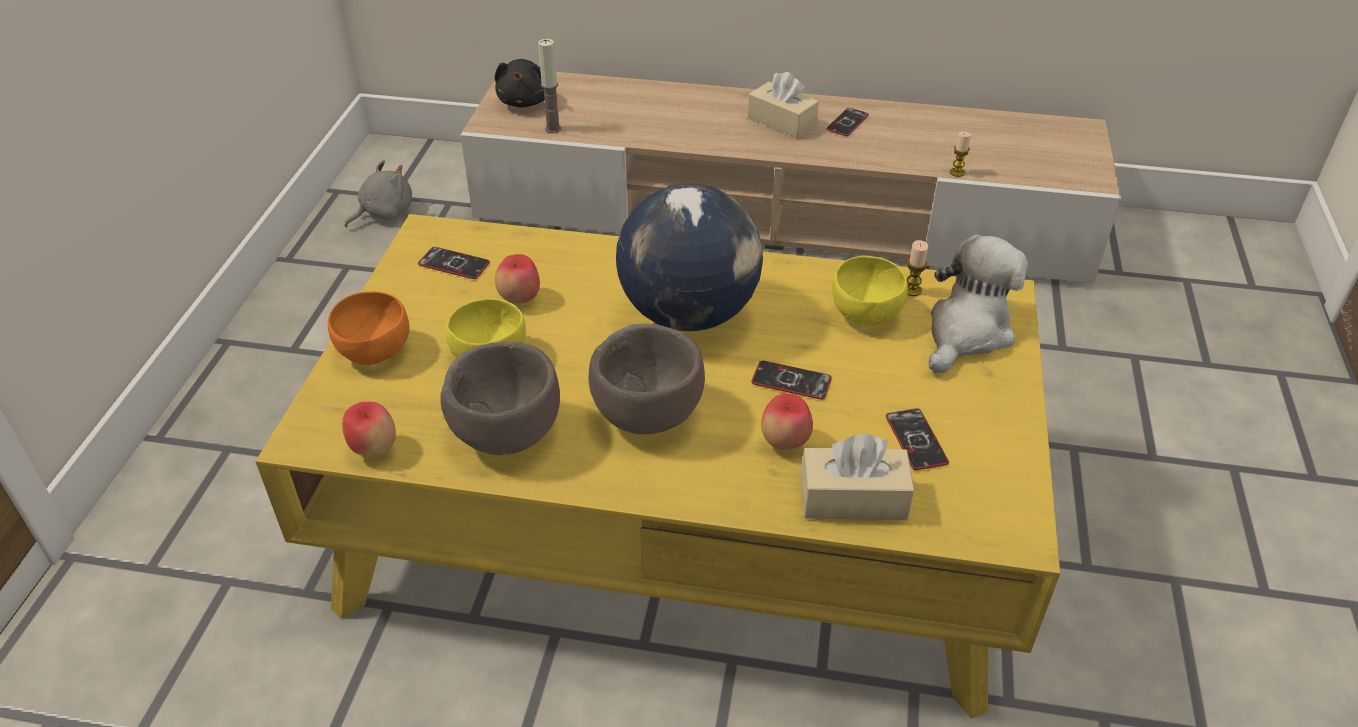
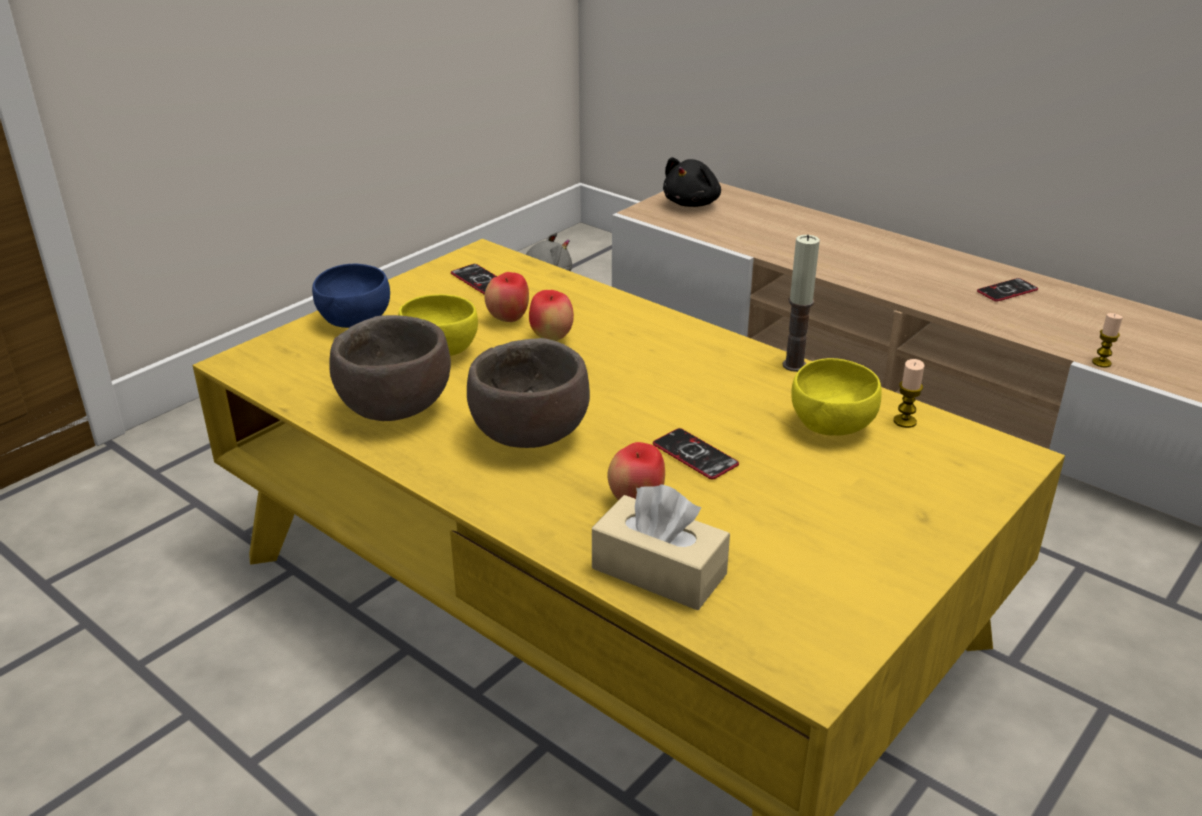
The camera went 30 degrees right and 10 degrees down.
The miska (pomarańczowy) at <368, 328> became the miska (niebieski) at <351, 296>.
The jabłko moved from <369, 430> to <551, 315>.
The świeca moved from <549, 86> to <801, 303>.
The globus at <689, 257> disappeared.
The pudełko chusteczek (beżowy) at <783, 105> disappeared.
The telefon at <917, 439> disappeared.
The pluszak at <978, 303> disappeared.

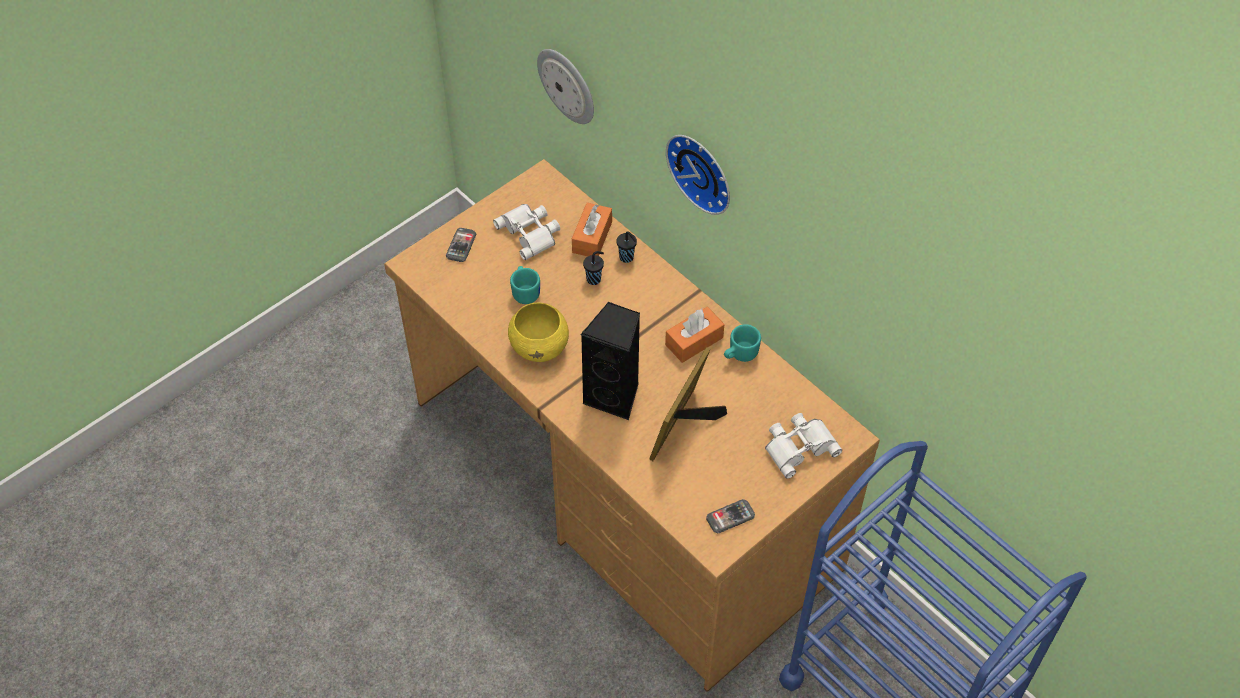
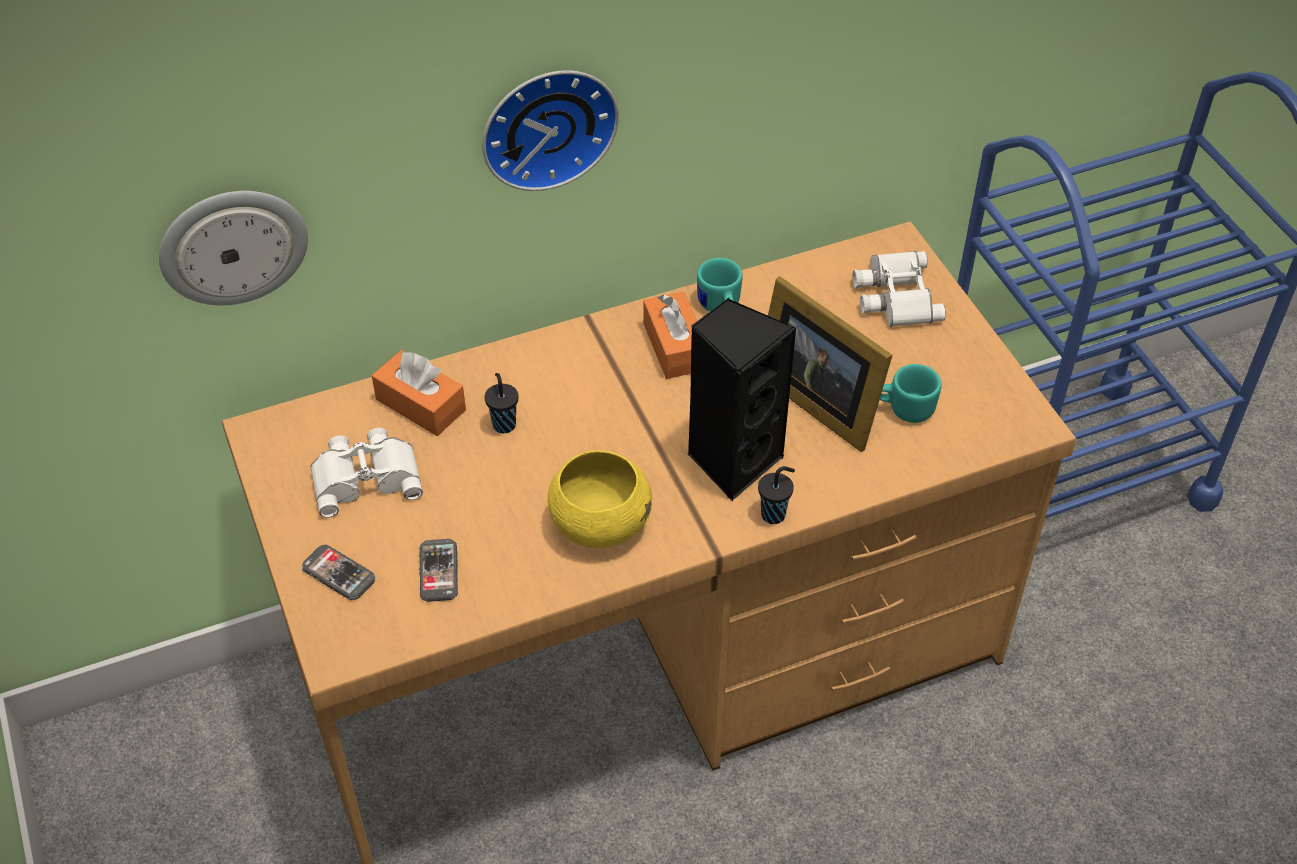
The camera went 70 degrees left and 5 degrees down.
The kubek (turkusowy) moved from <525, 285> to <911, 393>.
The filiżanka (czarny) moved from <626, 247> to <776, 495>.
The telefon moved from <730, 516> to <438, 570>.

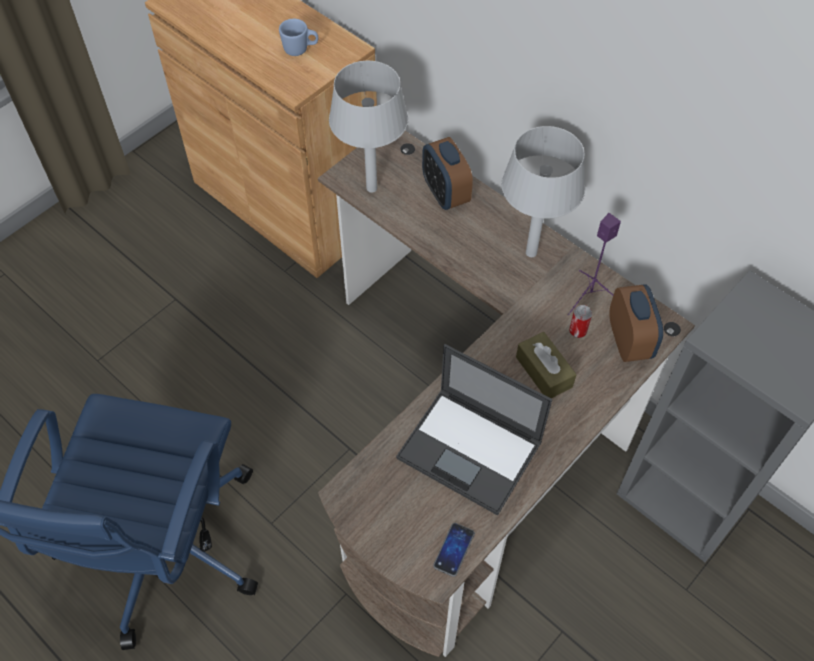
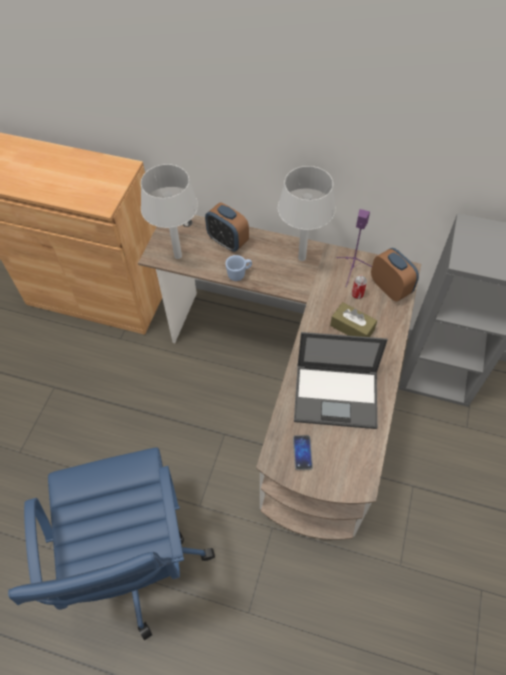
The camera went 25 degrees left and 0 degrees up.
The kubek (niebieski) moved from <298, 37> to <238, 268>.
The telefon moved from <454, 550> to <303, 452>.

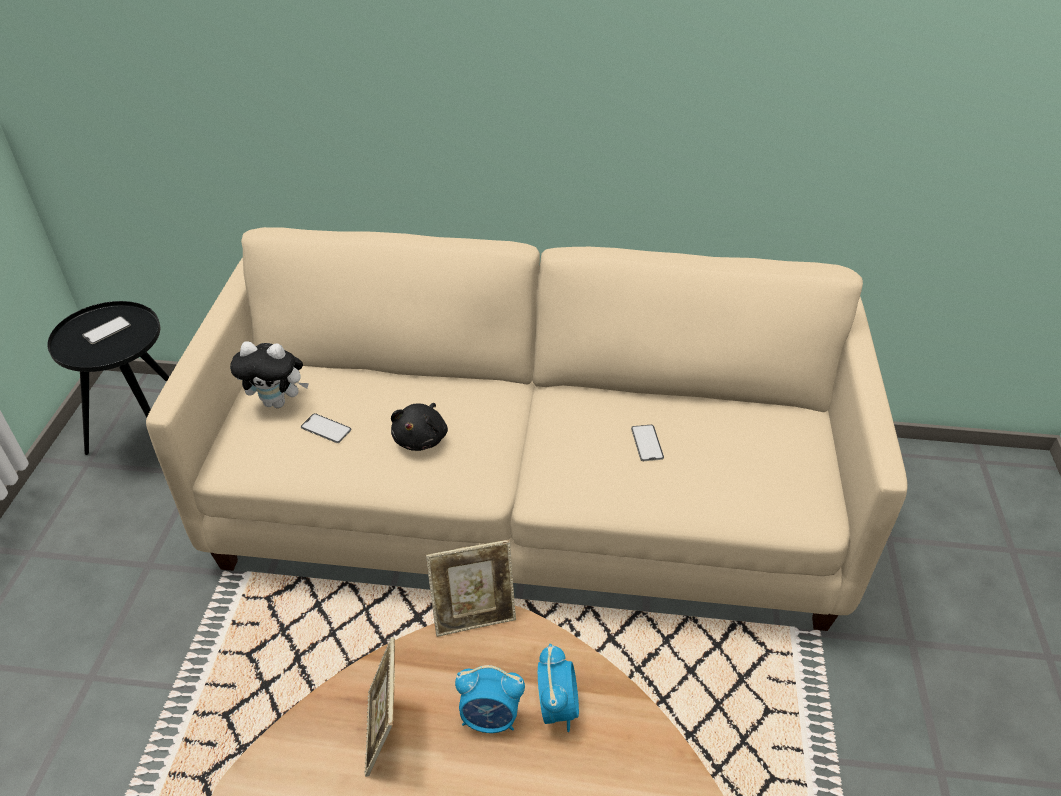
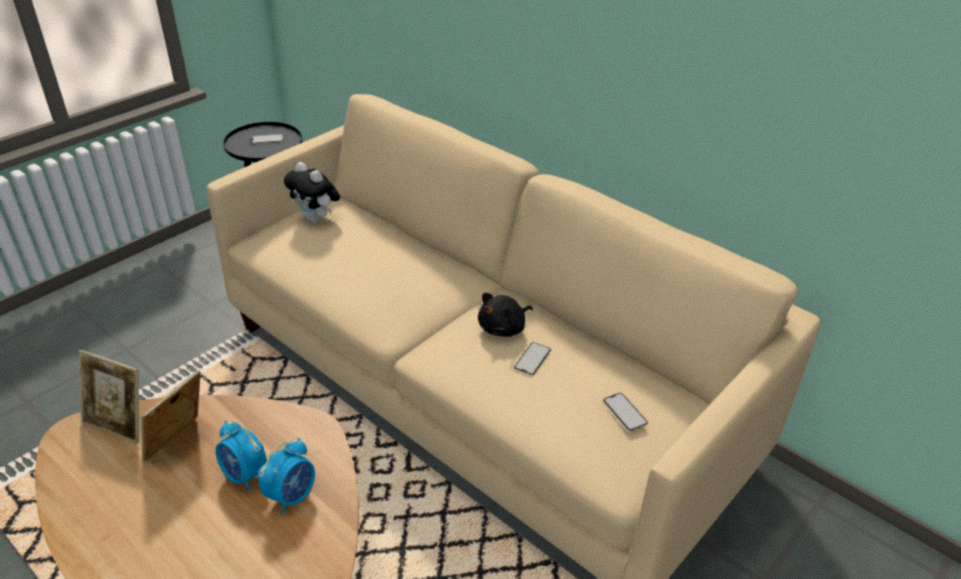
The camera went 35 degrees right and 5 degrees down.
The telefon moved from <326, 428> to <625, 412>.
The pluszak (czarny) moved from <419, 427> to <505, 315>.
The ramka na zdjęcie moved from <471, 588> to <109, 396>.

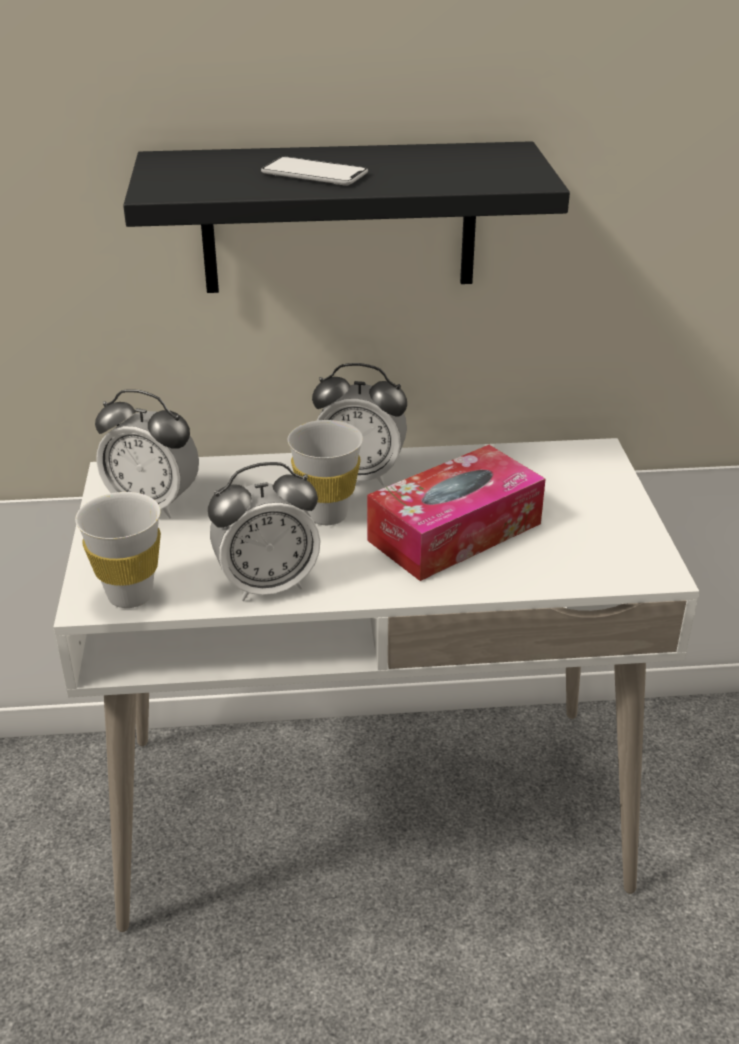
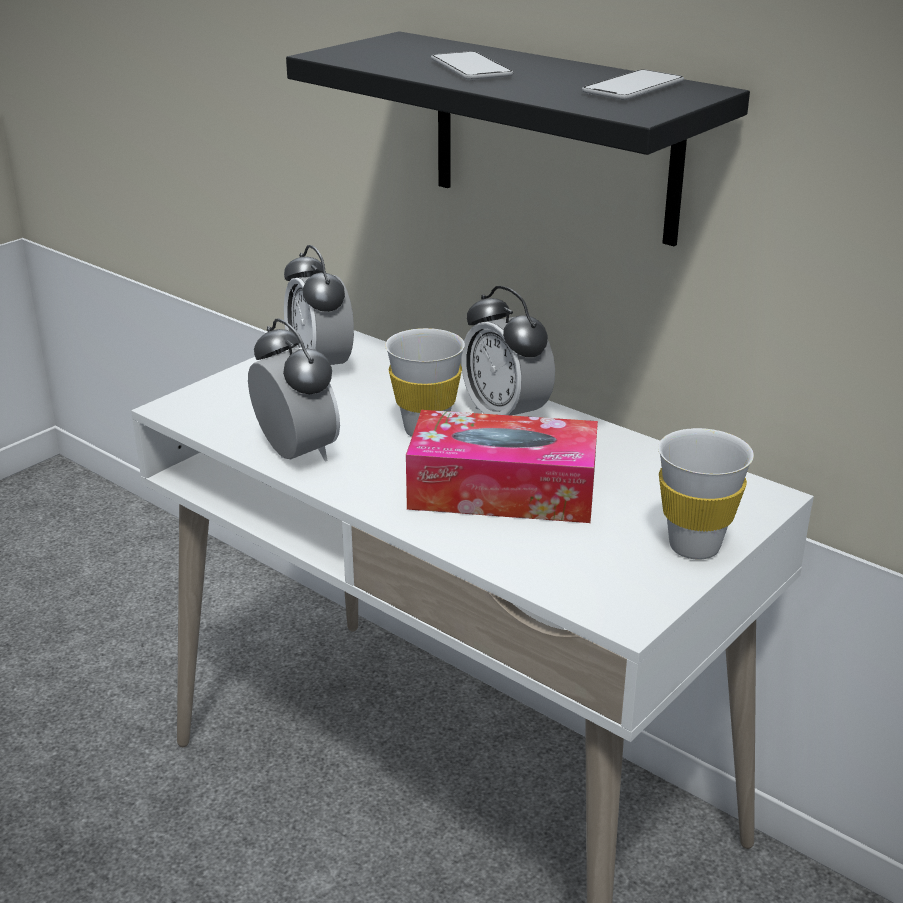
The camera went 45 degrees right and 5 degrees down.
The filiżanka (biały) moved from <118, 550> to <706, 494>.
The budzik at <264, 531> turned 150 degrees counterclockwise.
The telefon at <633, 84> appeared.

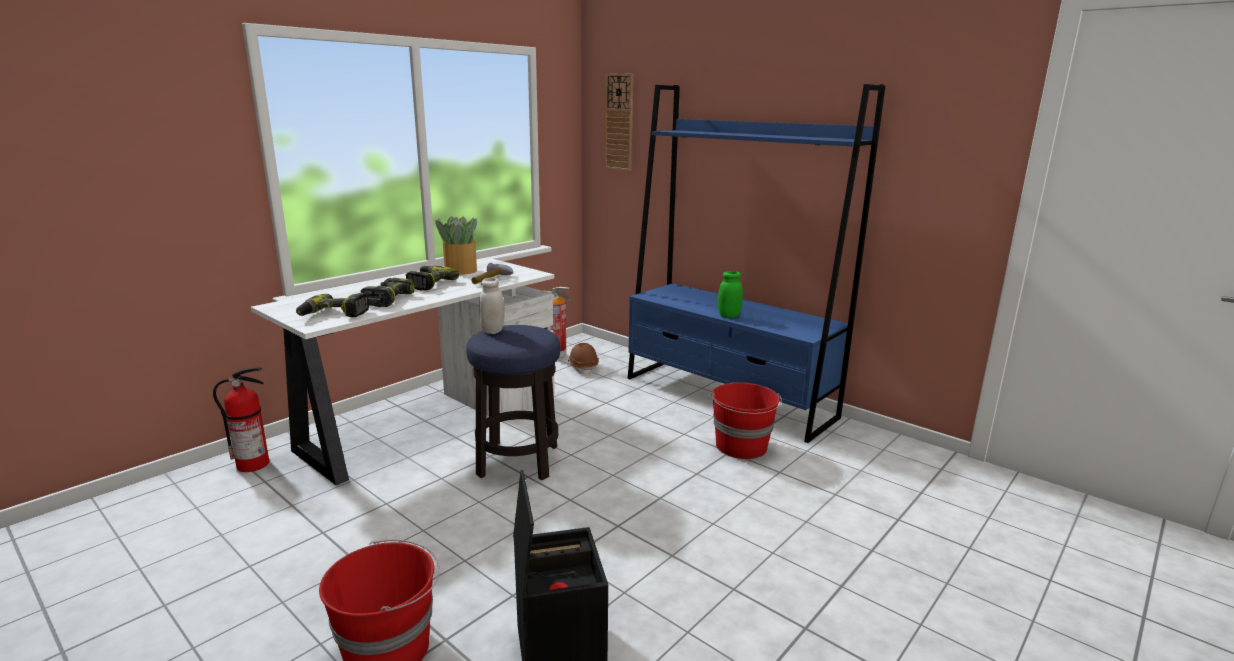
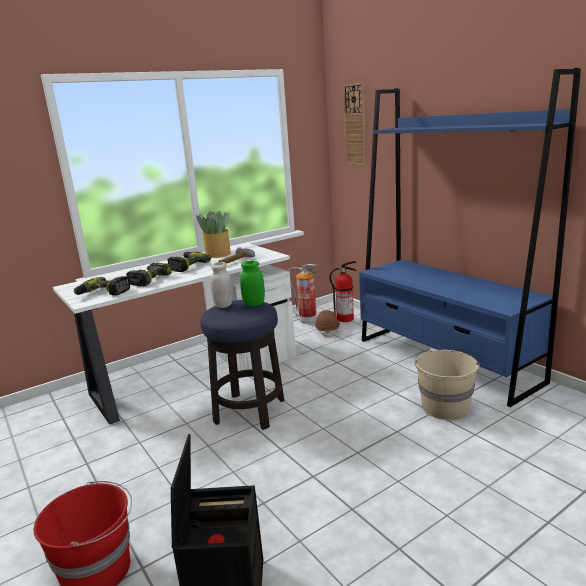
The camera went 15 degrees right and 0 degrees up.
The gaśnica moved from <241, 419> to <343, 291>.
The wiadro (czerwony) at <747, 420> became the wiadro (beżowy) at <447, 385>.
The słoik (zielony) moved from <730, 294> to <252, 283>.

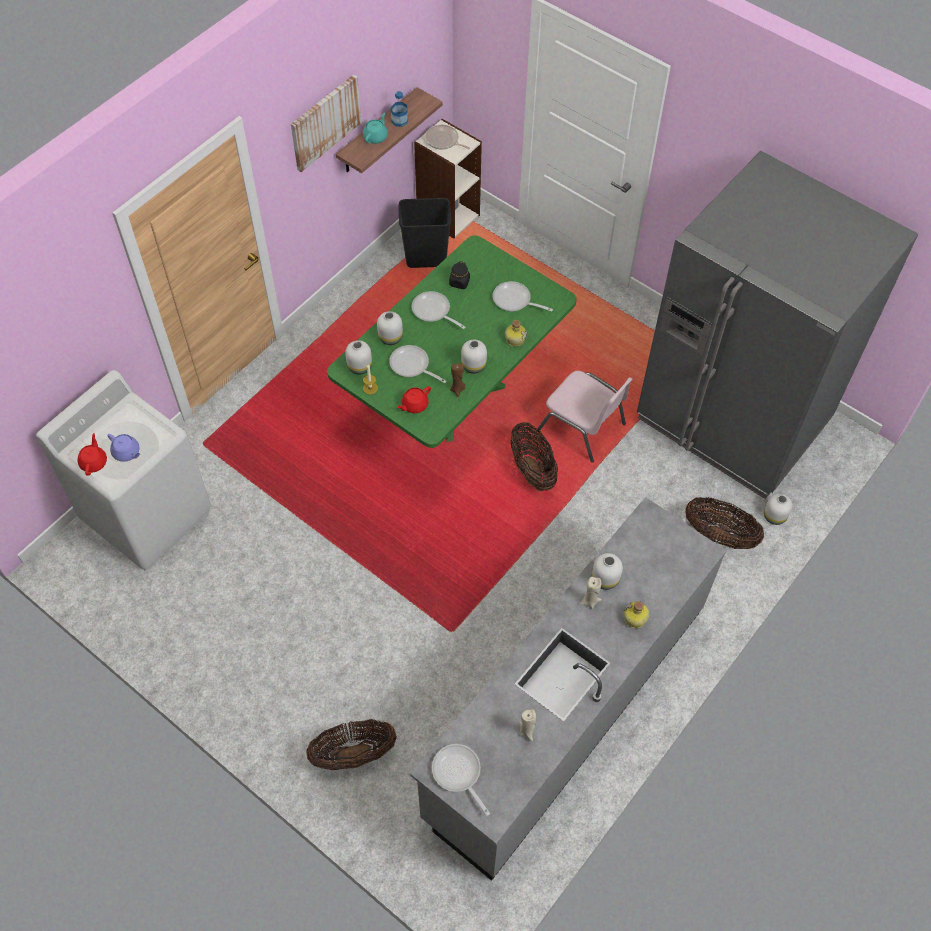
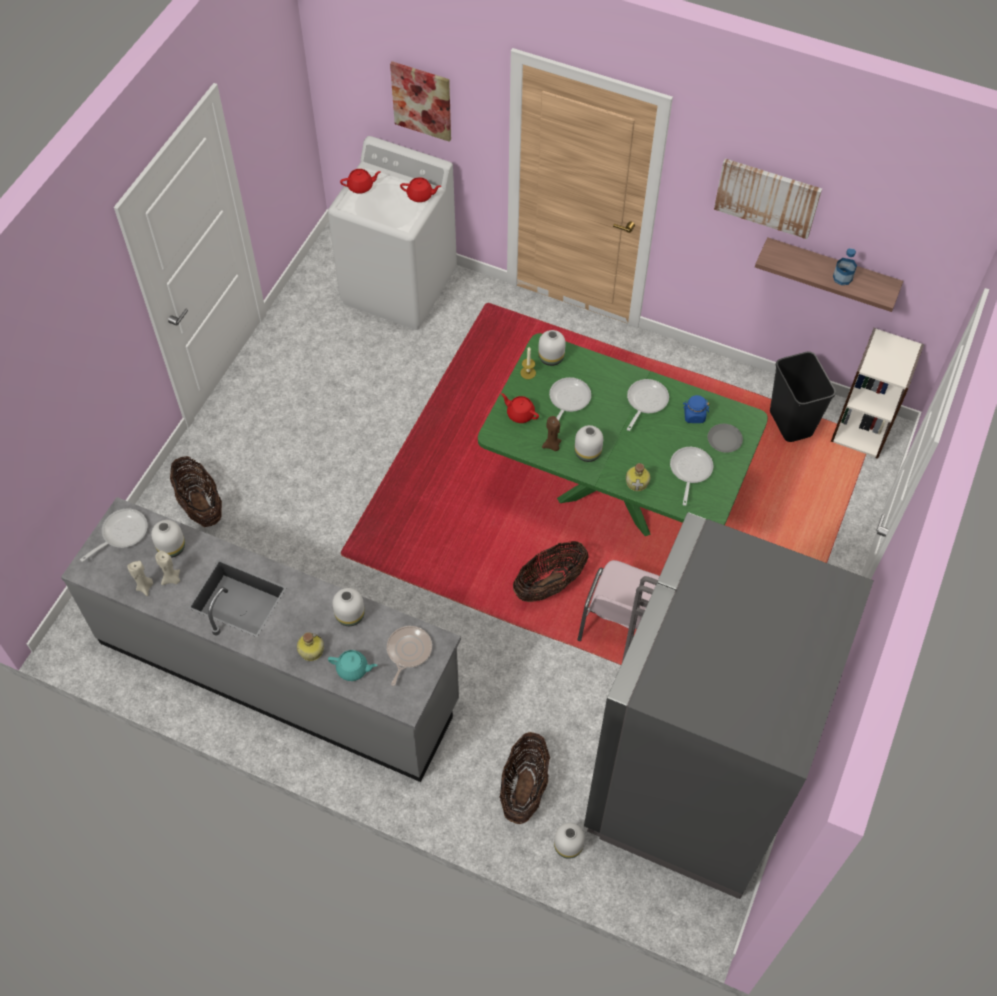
The camera went 75 degrees right and 0 degrees up.
The imbryk (fioletowy) at <123, 448> disappeared.
The imbryk (turkusowy) moved from <375, 128> to <353, 665>.
The wazon (biały) moved from <390, 328> to <168, 539>.
The patelnia moved from <447, 137> to <409, 656>.
The słoik (czarny) at <459, 275> became the słoik (niebieski) at <696, 409>.
The świeca (beżowy) moved from <591, 593> to <140, 578>.
The obraz at <420, 101> appeared.
The imbryk (czerwony) at <420, 189> appeared.
The talerz (szary) at <725, 438> appeared.

